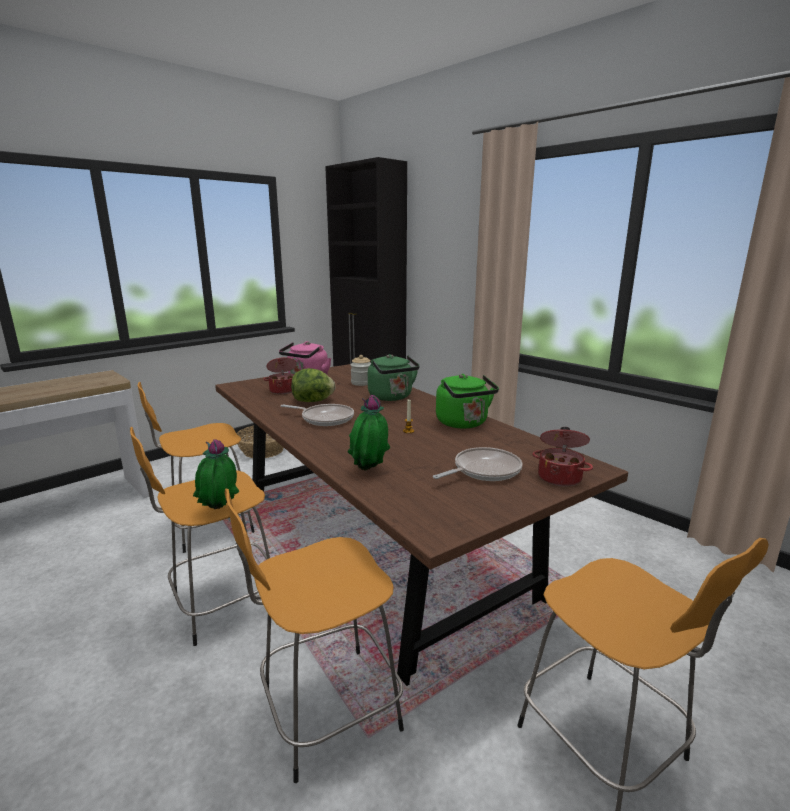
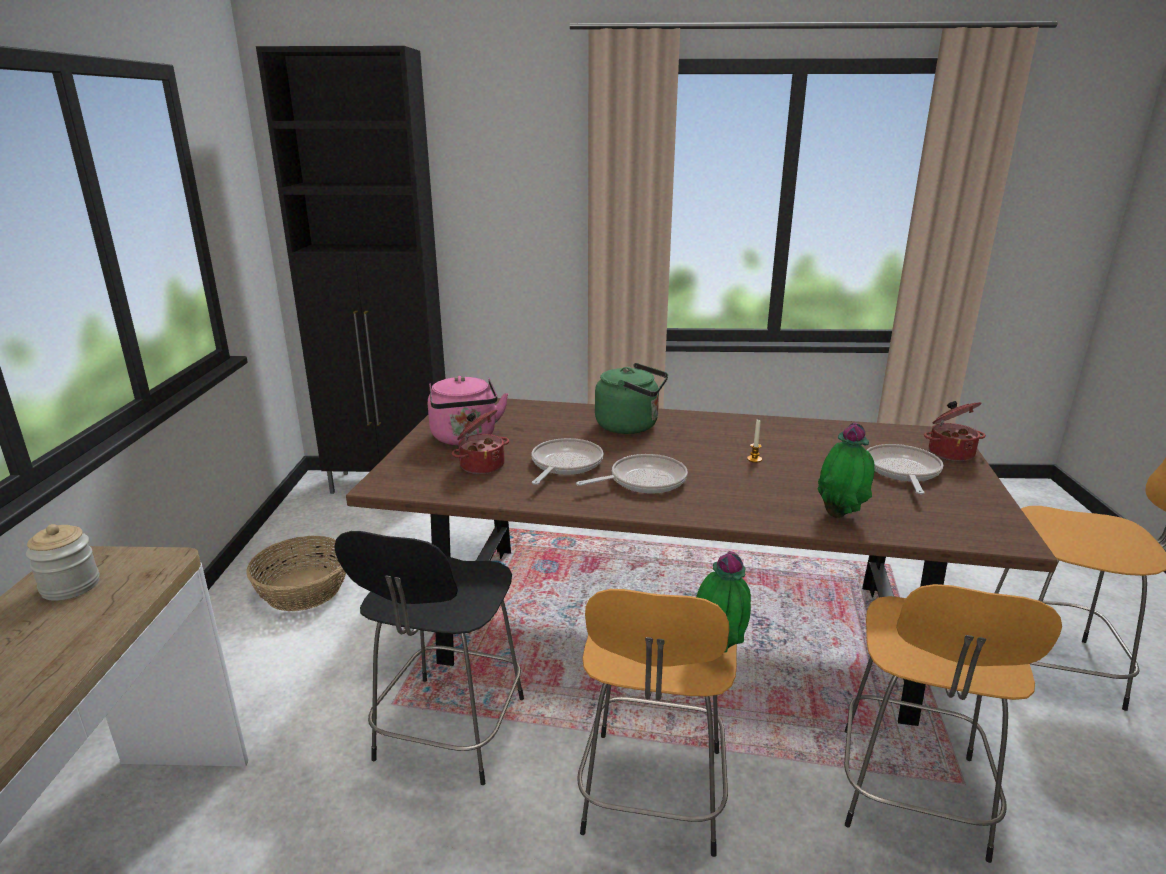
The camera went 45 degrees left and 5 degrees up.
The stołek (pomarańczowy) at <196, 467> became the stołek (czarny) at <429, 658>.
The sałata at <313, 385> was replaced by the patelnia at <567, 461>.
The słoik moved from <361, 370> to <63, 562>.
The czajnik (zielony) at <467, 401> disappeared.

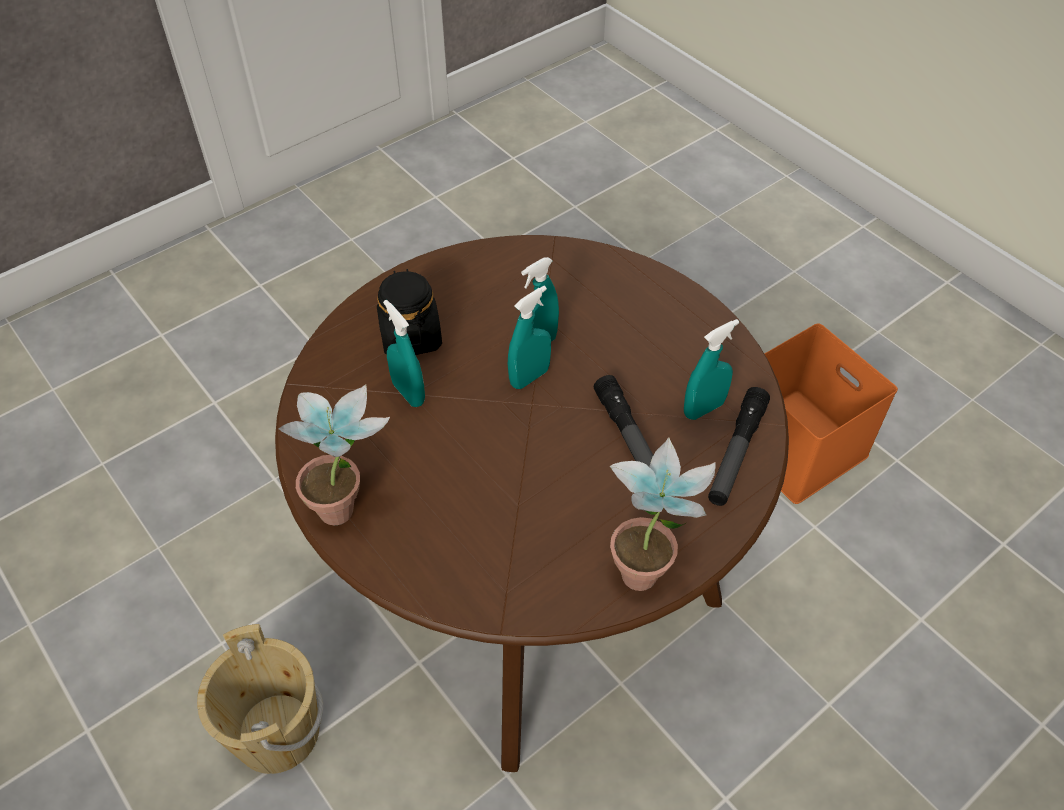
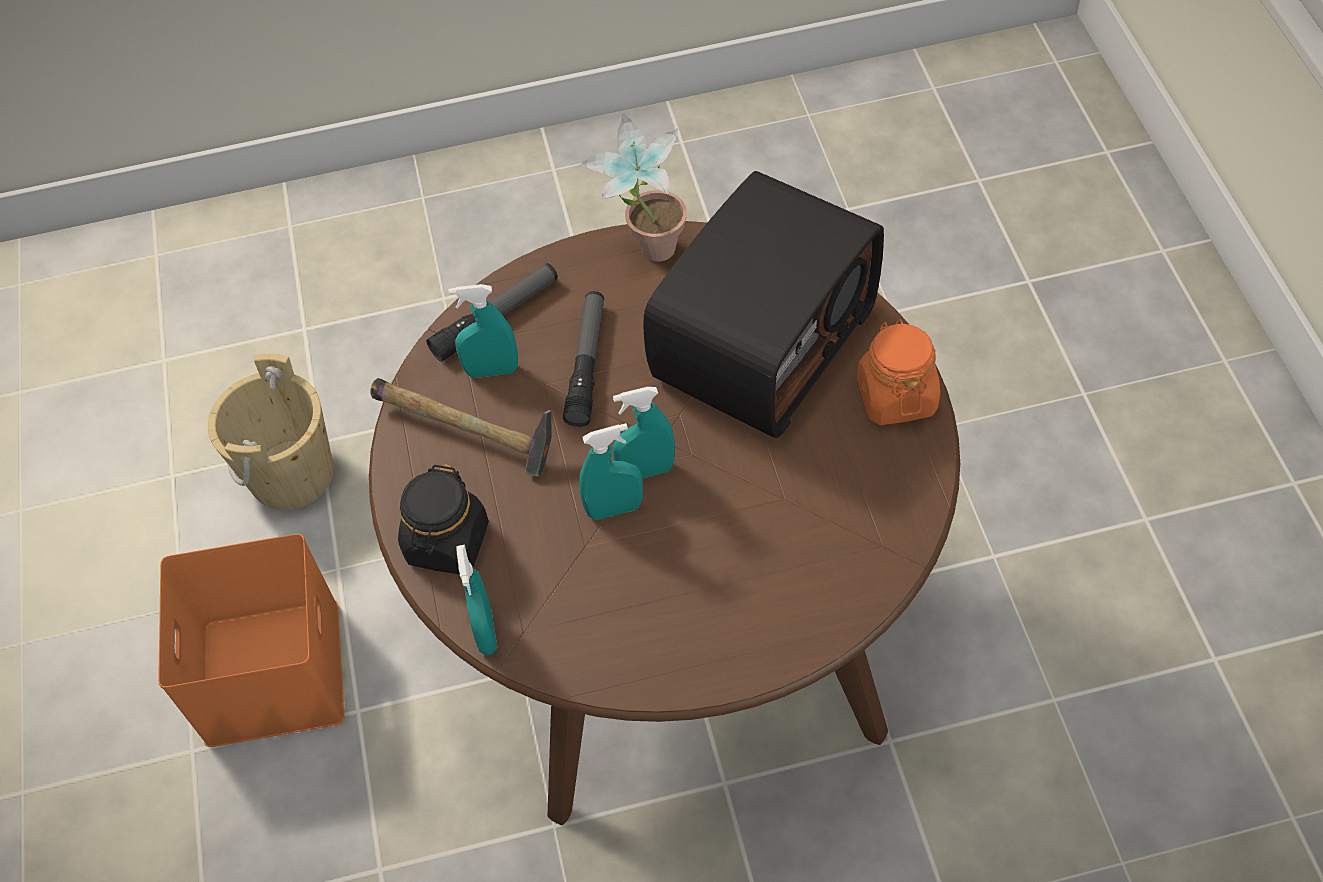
The camera went 150 degrees left and 5 degrees up.
The wiadro (beżowy) moved from <260, 699> to <271, 432>.
The roślina doniczkowa at <334, 455> was replaced by the słoik (pomarańczowy) at <898, 372>.
The słoik (czarny) moved from <409, 312> to <443, 519>.
The spryskiwacz (turkusowy) moved from <404, 353> to <477, 600>.
The młotek at <461, 427> appeared.
The radio at <763, 304> appeared.

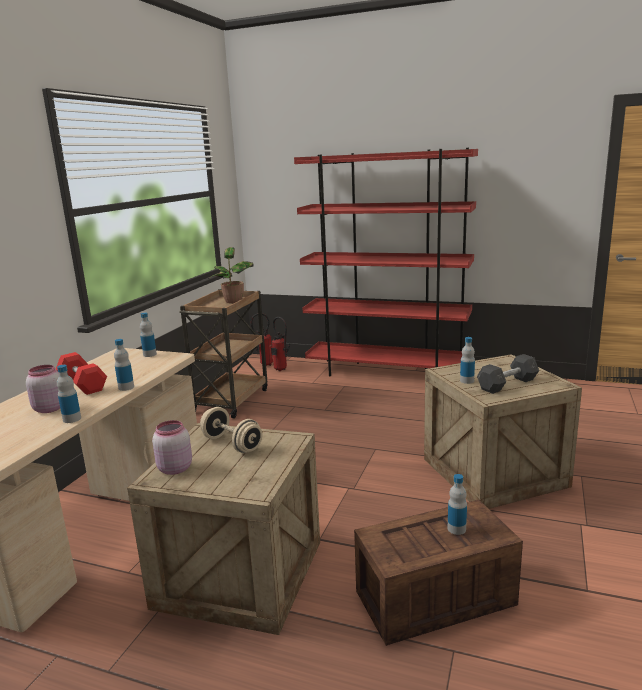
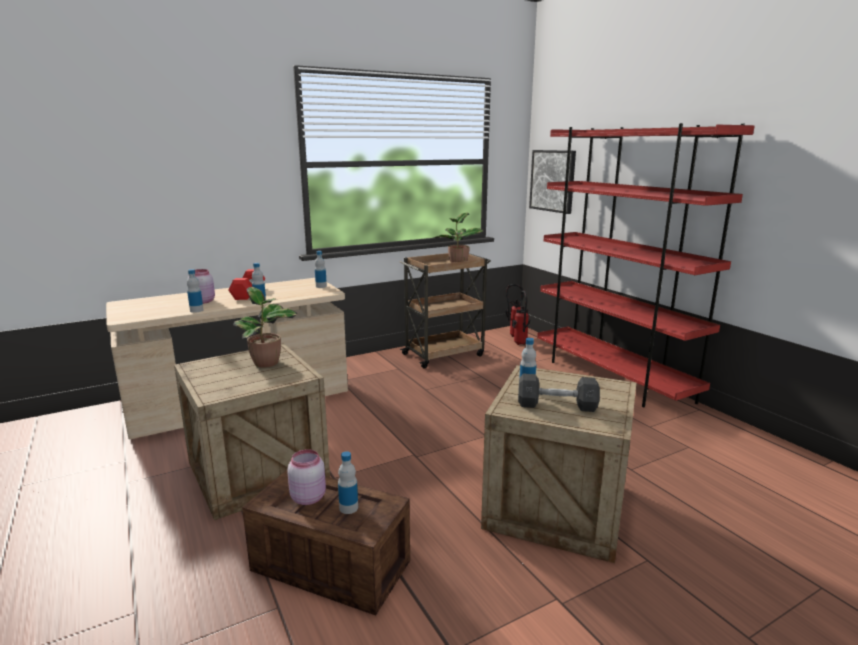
The camera went 40 degrees right and 0 degrees up.
The słoik (różowy) moved from <172, 447> to <306, 477>.
The hantel (beżowy) at <231, 430> was replaced by the roślina doniczkowa at <265, 327>.
The obraz at <552, 182> appeared.

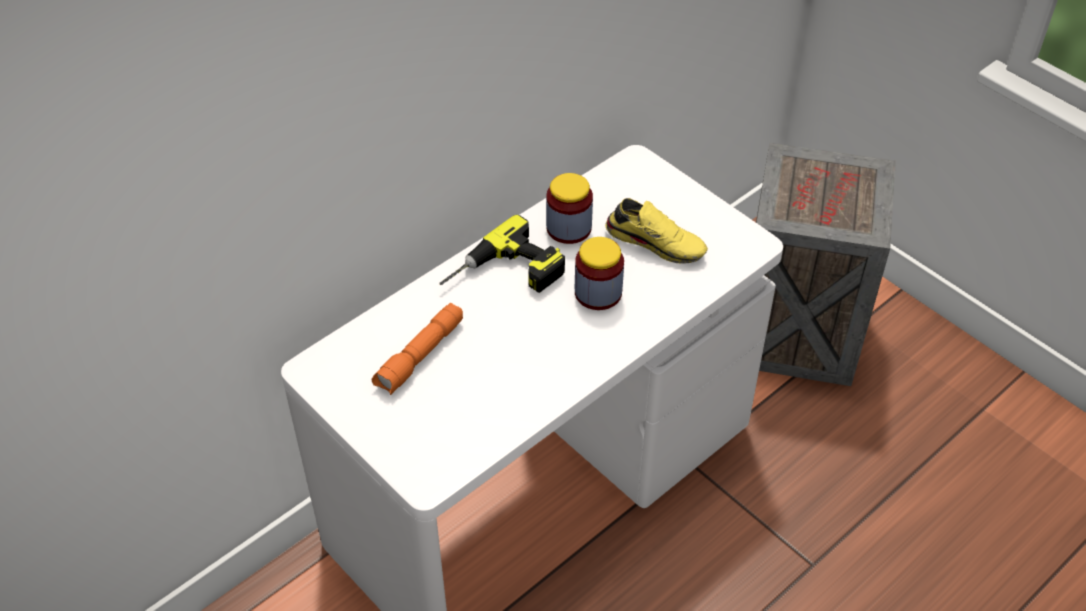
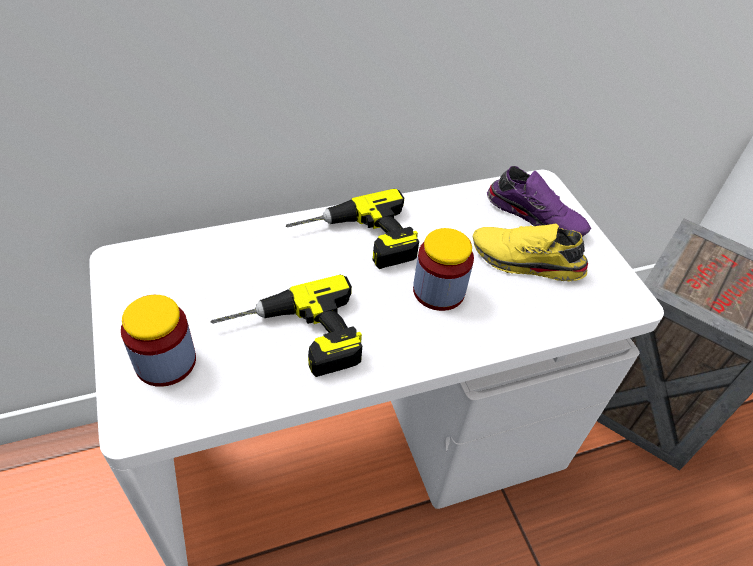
The camera went 20 degrees right and 0 degrees up.
The latarka (pomarańczowy) at <417, 349> disappeared.
The słoik moved from <569, 208> to <158, 341>.
The but (żółty) at <656, 230> turned 150 degrees clockwise.
The wiertarka at <286, 326> appeared.
The but (fioletowy) at <539, 201> appeared.

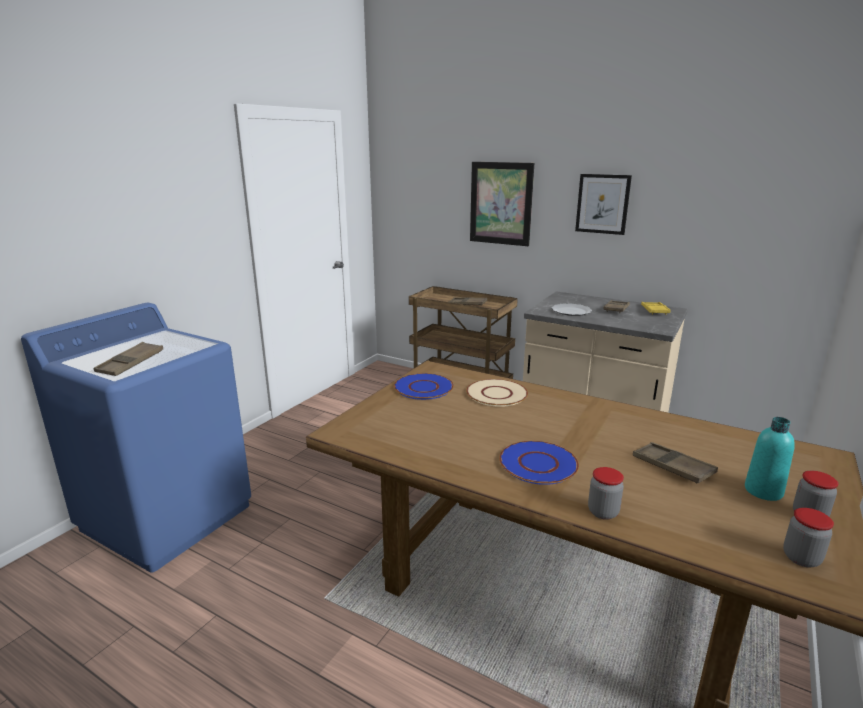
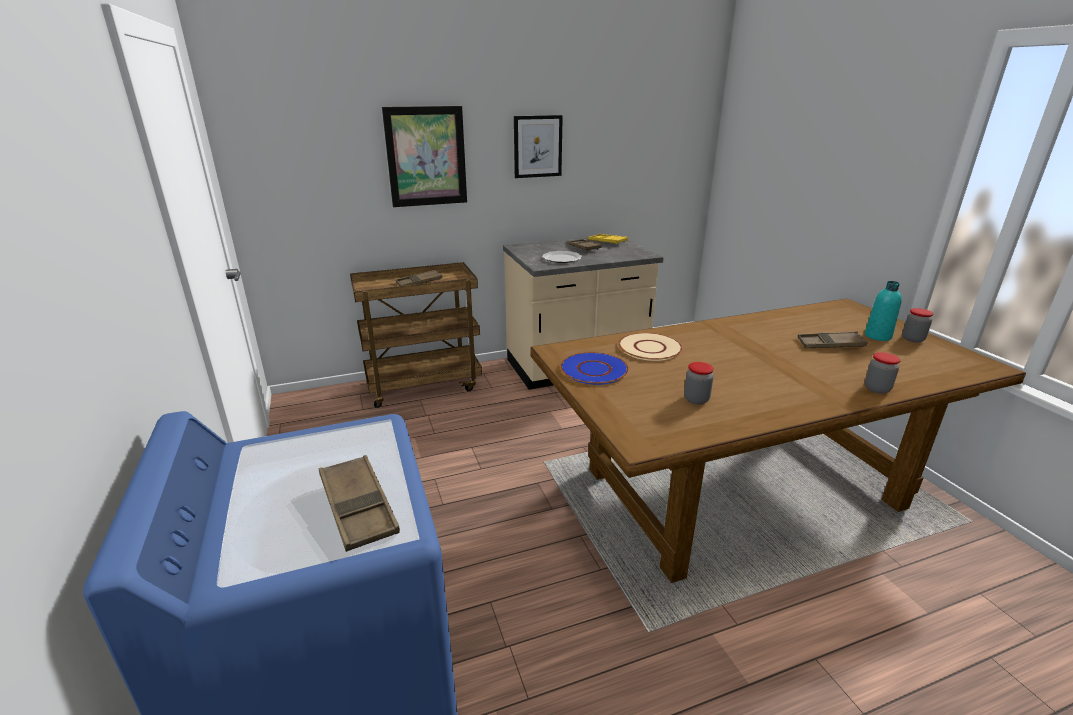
The camera went 50 degrees left and 5 degrees up.
The talerz (niebieski) at <539, 463> disappeared.
The słoik moved from <808, 537> to <699, 383>.

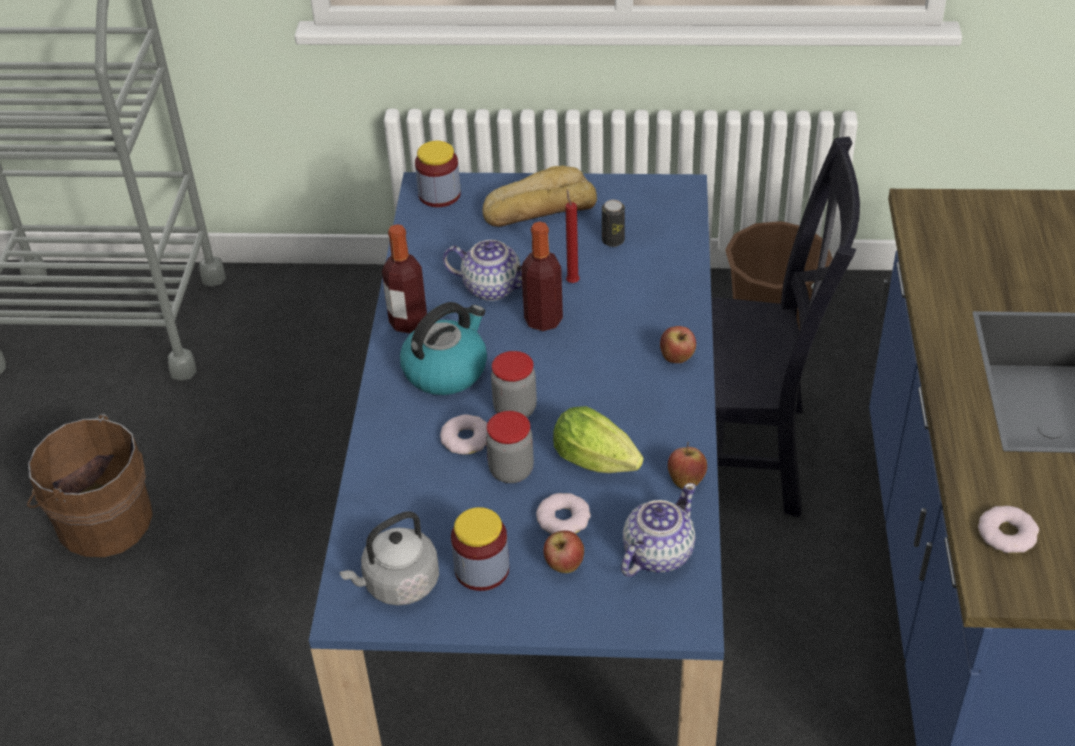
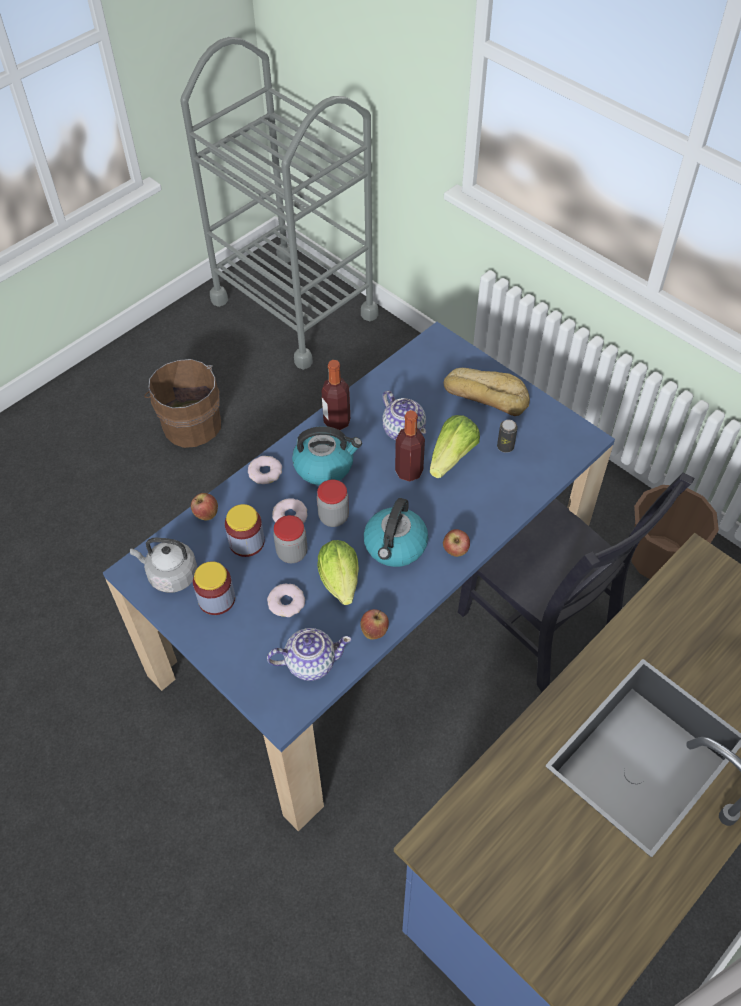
The camera went 40 degrees right and 10 degrees up.
The słoik moved from <438, 174> to <245, 530>.
The jabłko moved from <563, 551> to <204, 506>.
The świeca (czerwony) at <572, 236> was replaced by the sałata at <455, 446>.
The donut moved from <1008, 529> to <265, 470>.
The czajnik at <396, 532> appeared.

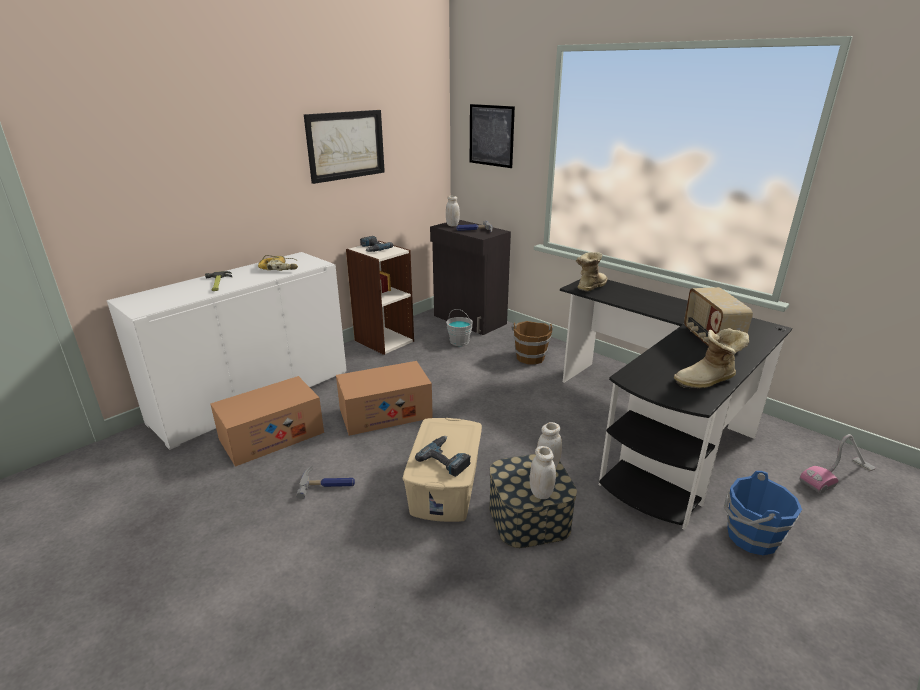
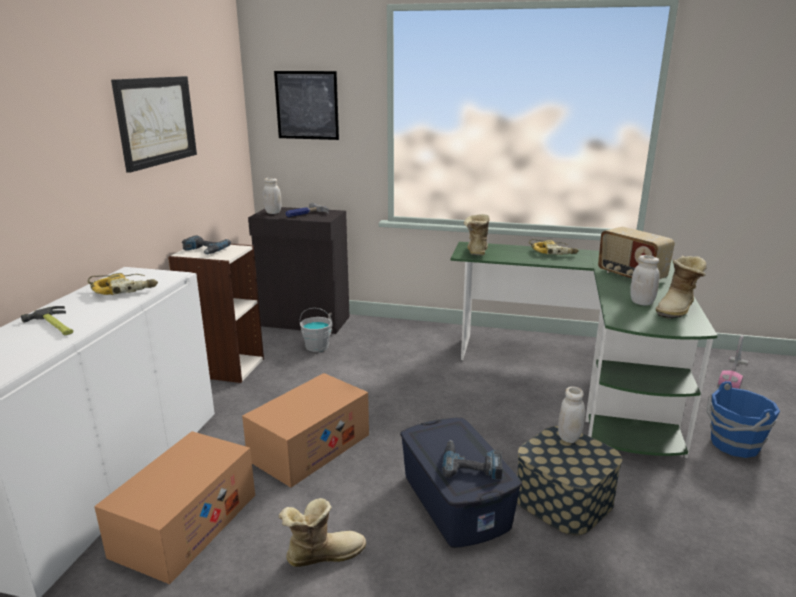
The camera went 30 degrees left and 5 degrees down.
The młotek at <325, 482> was replaced by the but z cholewką at <322, 532>.
The pojemnik do przechowywania (beżowy) at <442, 470> became the pojemnik do przechowywania (niebieski) at <461, 483>.
The wiadro (brązowy) at <532, 343> disappeared.
The słoik (biały) moved from <543, 472> to <645, 280>.
The biurko (czarny) at <676, 405> became the biurko (zielony) at <584, 350>.
The wiertarka at <554, 247> appeared.

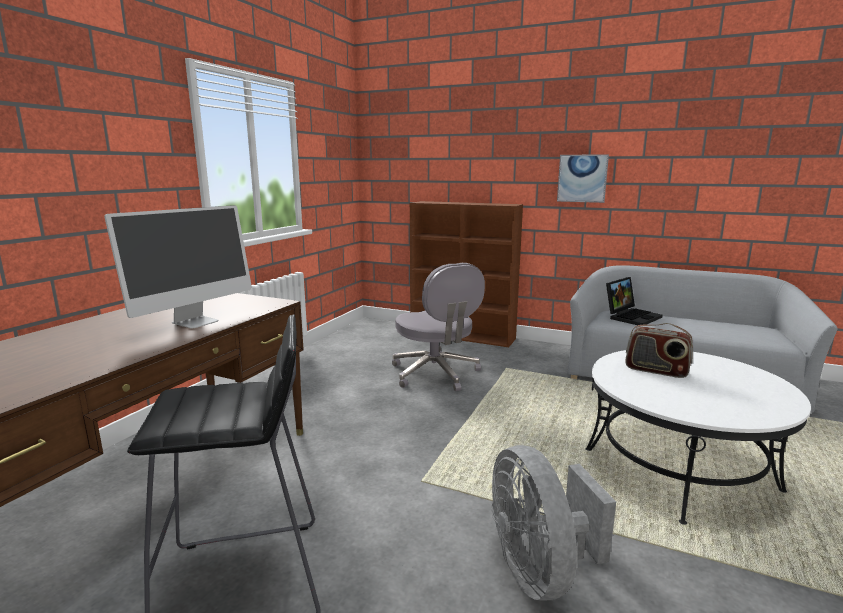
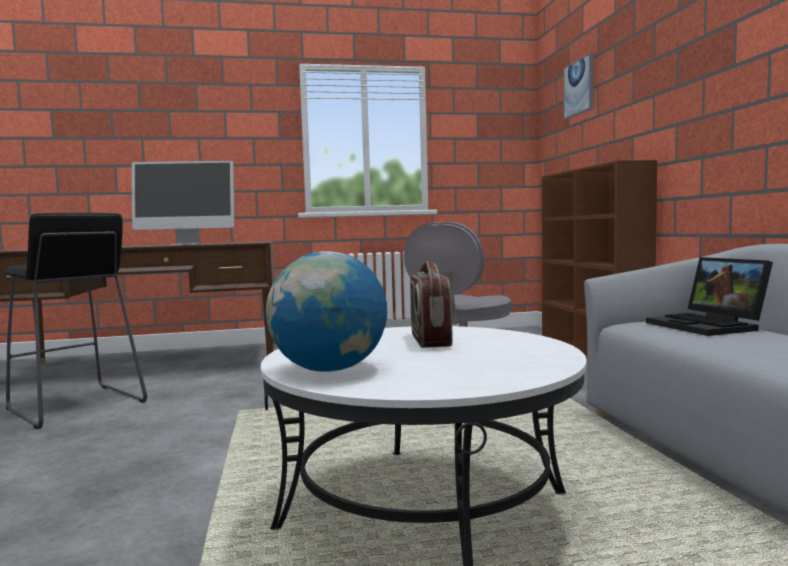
The camera went 55 degrees right and 10 degrees down.
The wentylator (szary) at <553, 522> disappeared.
The obraz moved from <583, 178> to <579, 86>.
The laptop at <634, 301> turned 60 degrees clockwise.
The globus at <326, 311> appeared.

